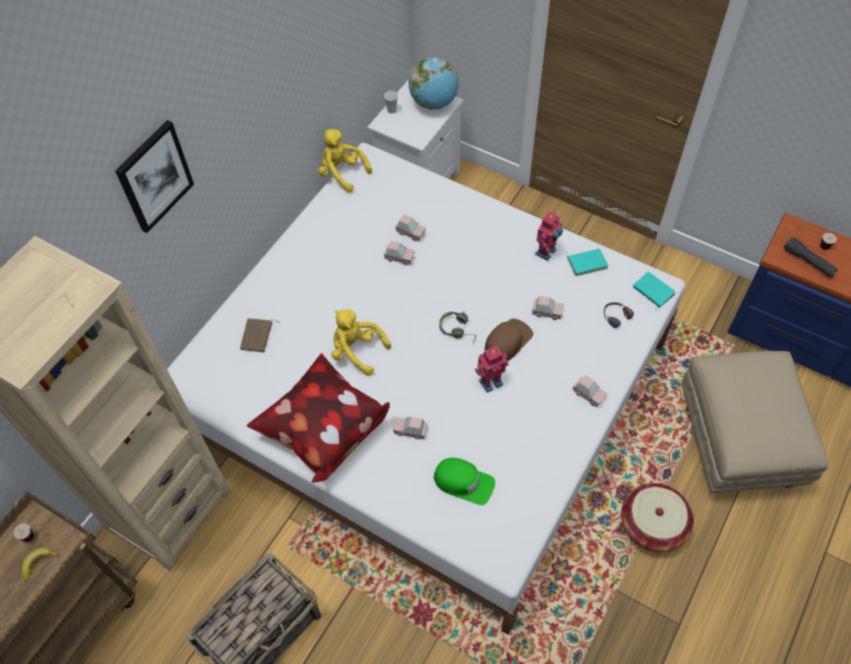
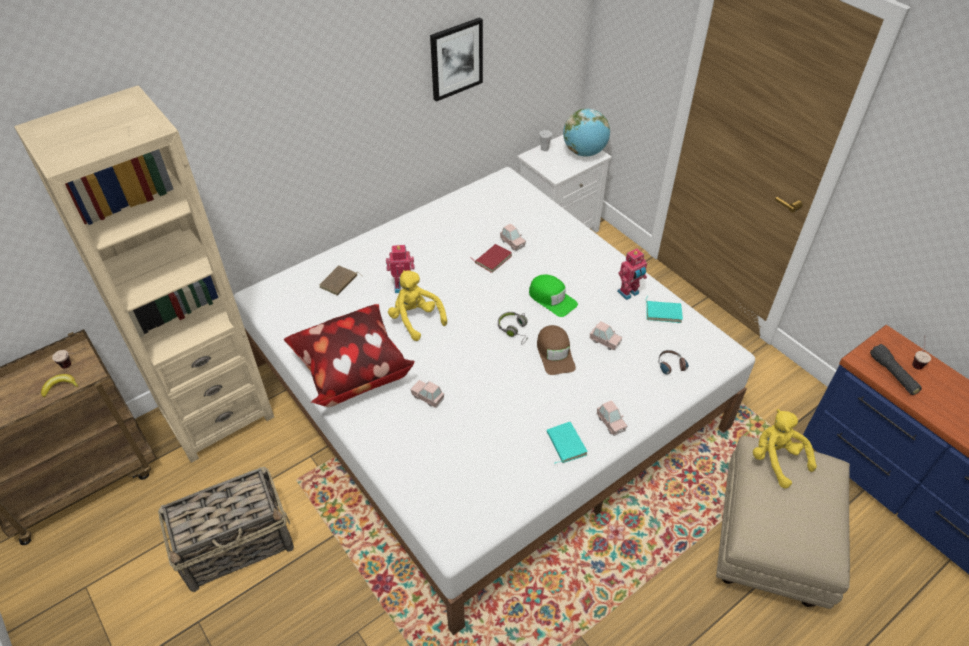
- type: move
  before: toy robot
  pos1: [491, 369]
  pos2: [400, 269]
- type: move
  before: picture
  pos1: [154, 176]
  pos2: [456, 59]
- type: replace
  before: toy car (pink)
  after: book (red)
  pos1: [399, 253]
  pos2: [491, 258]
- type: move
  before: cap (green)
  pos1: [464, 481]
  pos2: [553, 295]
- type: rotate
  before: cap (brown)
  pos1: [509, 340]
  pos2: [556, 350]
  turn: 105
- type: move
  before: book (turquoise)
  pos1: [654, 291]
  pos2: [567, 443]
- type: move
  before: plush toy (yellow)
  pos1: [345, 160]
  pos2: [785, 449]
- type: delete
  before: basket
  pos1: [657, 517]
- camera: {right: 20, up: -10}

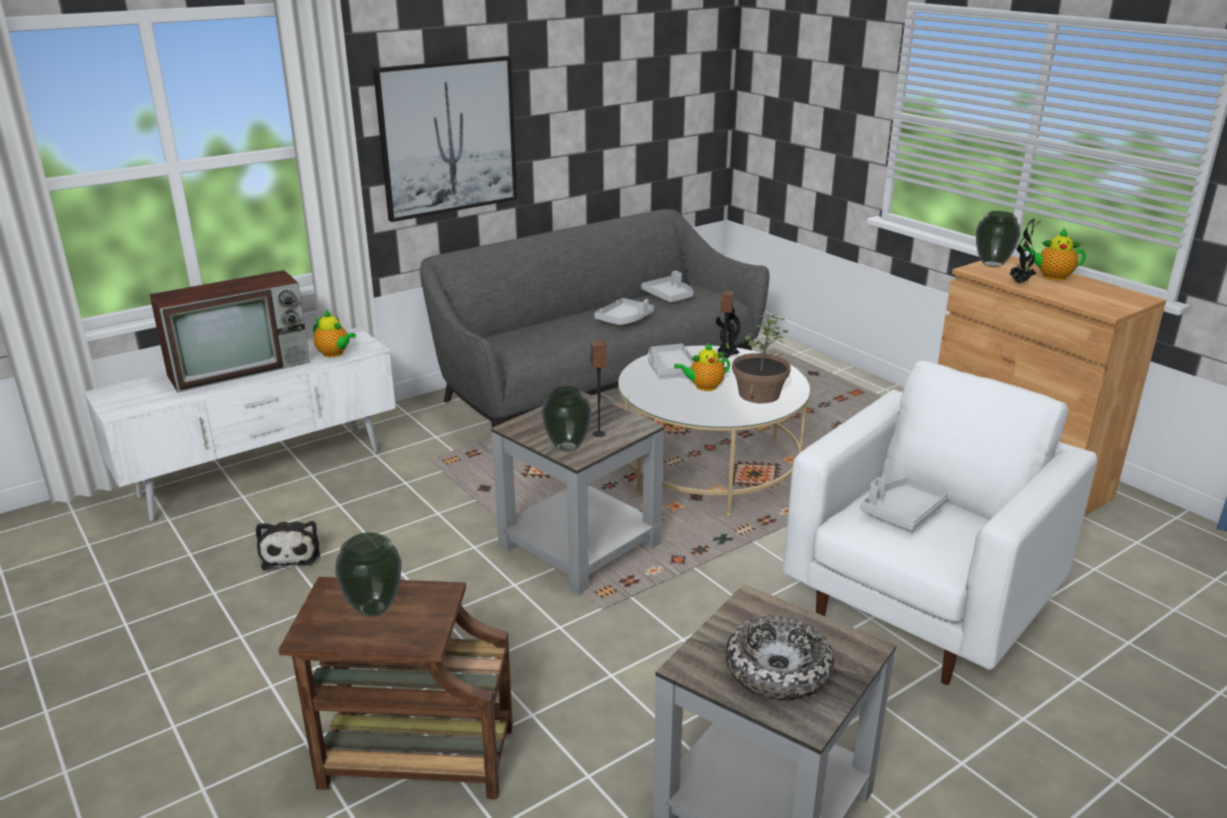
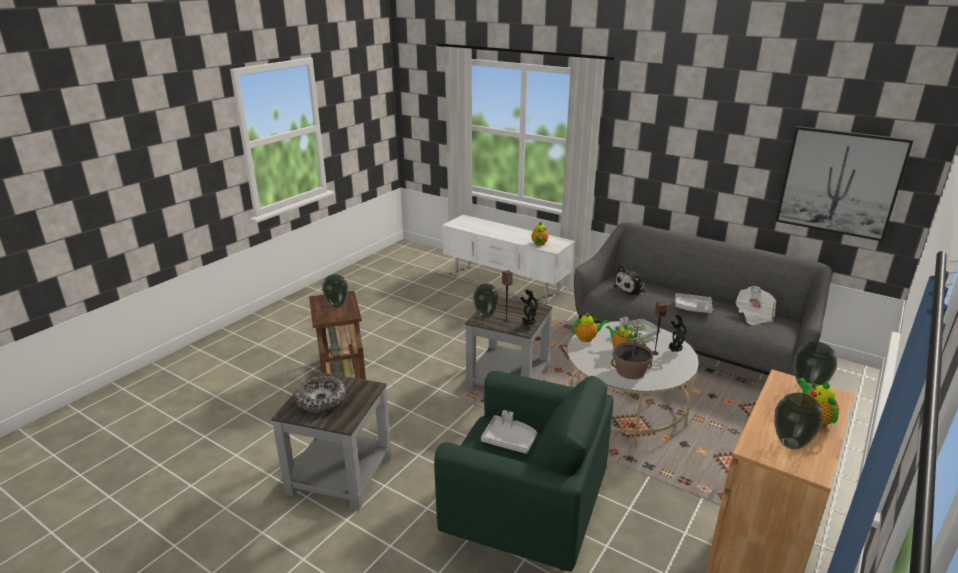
- type: recolor
  before: armchair (white)
  after: armchair (green)
  pos1: [939, 523]
  pos2: [524, 471]
- type: move
  before: potted plant
  pos1: [1025, 251]
  pos2: [529, 308]
- type: insert
  after: teapot
  pos2: [590, 327]
- type: move
  before: plush toy
  pos1: [288, 545]
  pos2: [629, 280]
- type: replace
  before: tray (grey)
  after: newspaper
  pos1: [667, 286]
  pos2: [755, 305]
- type: insert
  after: vase
  pos2: [798, 421]
- type: move
  before: picture
  pos1: [445, 139]
  pos2: [844, 184]
- type: delete
  before: television
  pos1: [229, 331]
- camera: {right: 70, up: 0}

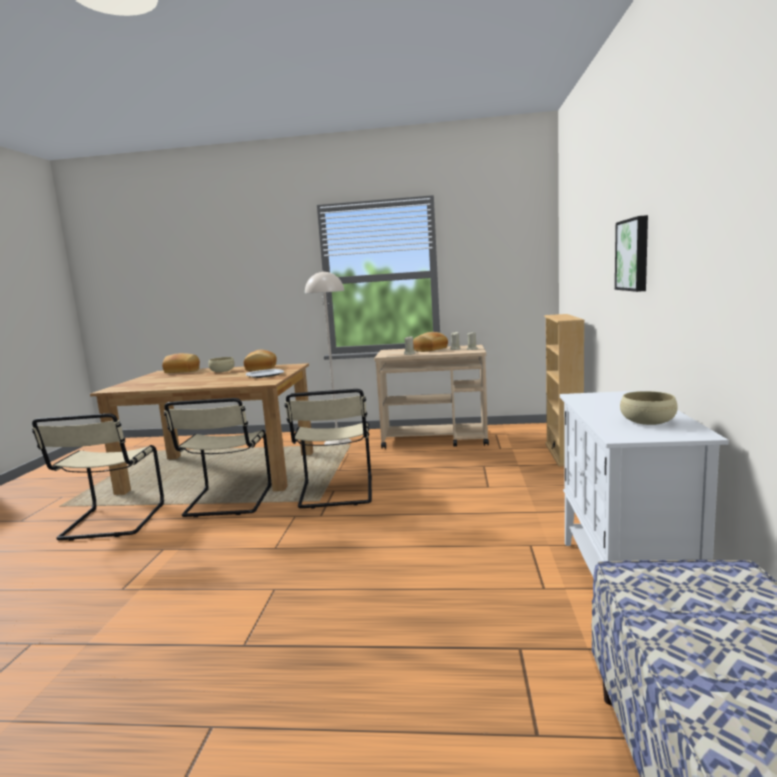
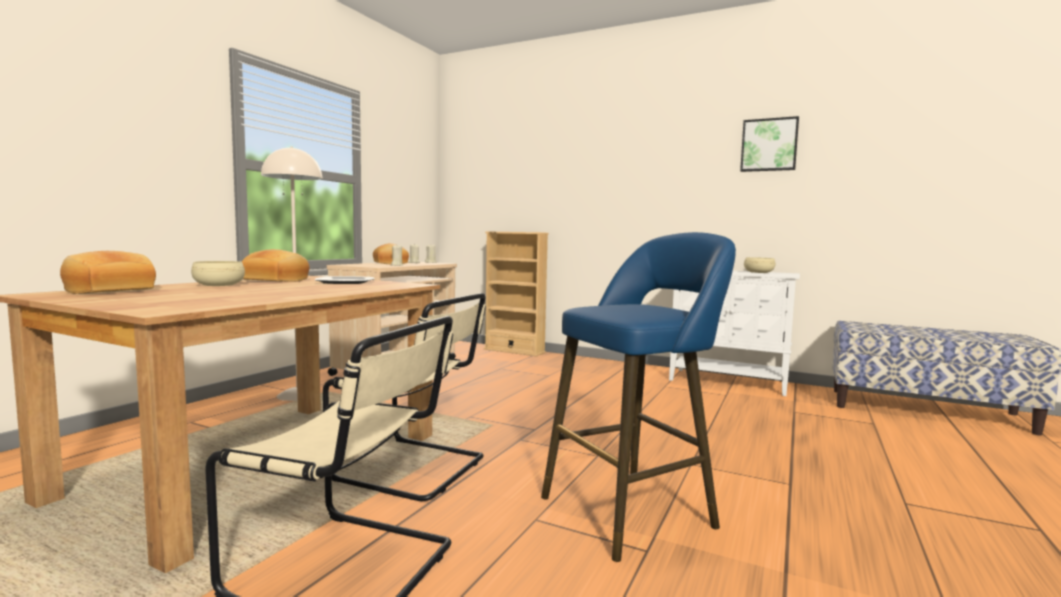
- type: insert
  after: stool (blue)
  pos2: [638, 397]
- type: move
  before: picture
  pos1: [631, 253]
  pos2: [769, 144]
- type: delete
  before: chair (beige)
  pos1: [328, 449]
- camera: {right: -70, up: -5}

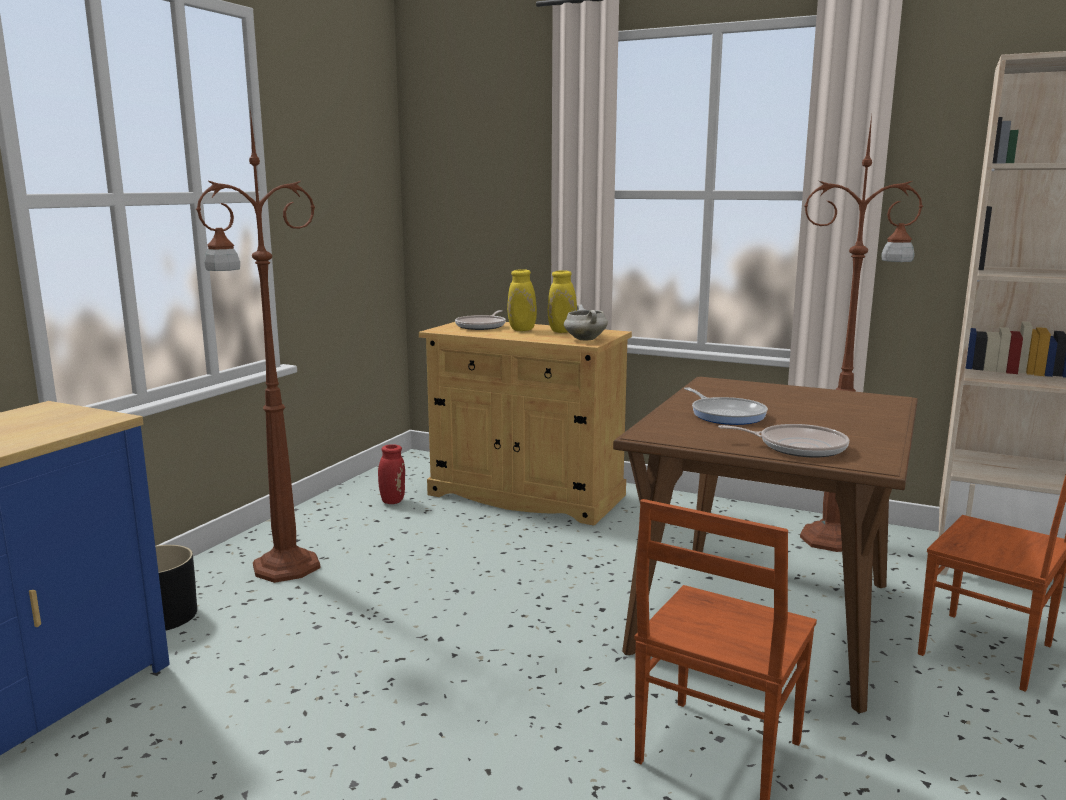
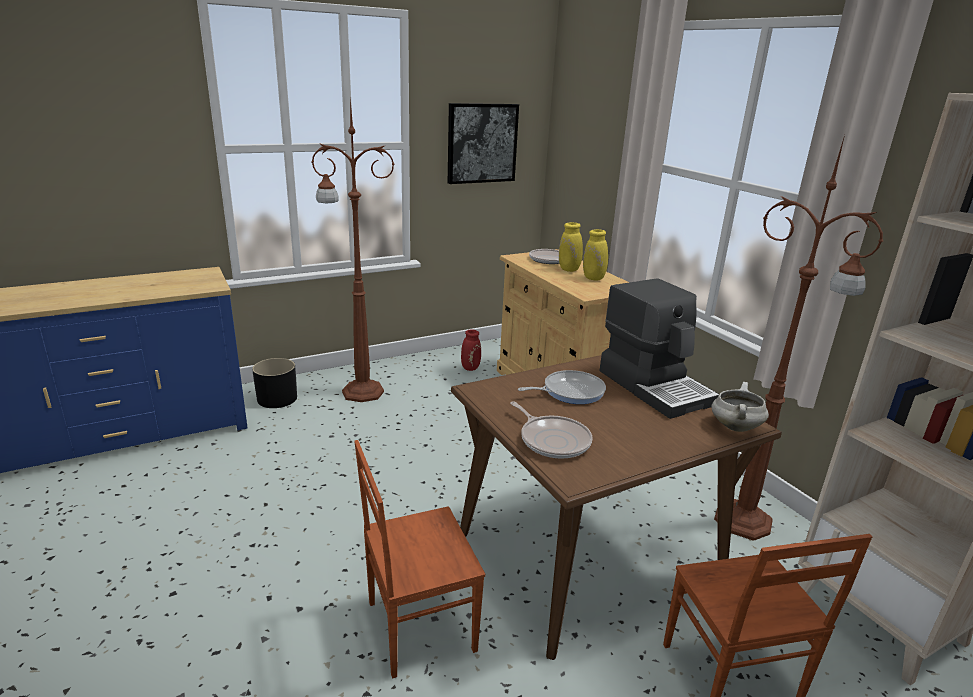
- type: insert
  after: picture
  pos2: [483, 143]
- type: rotate
  before: frying pan
  pos1: [726, 406]
  pos2: [562, 387]
  turn: -120
- type: insert
  after: coffee machine
  pos2: [659, 348]
- type: move
  before: cooking pot (white)
  pos1: [586, 323]
  pos2: [740, 407]
- camera: {right: 35, up: 10}

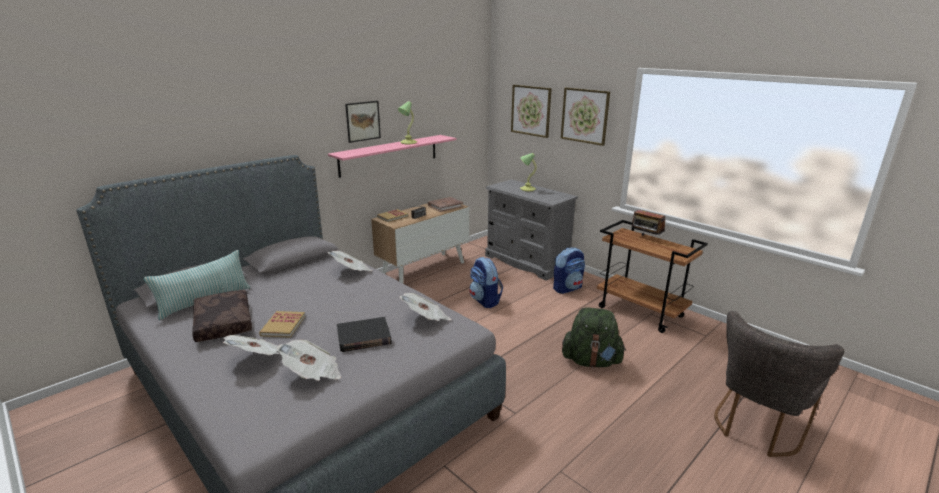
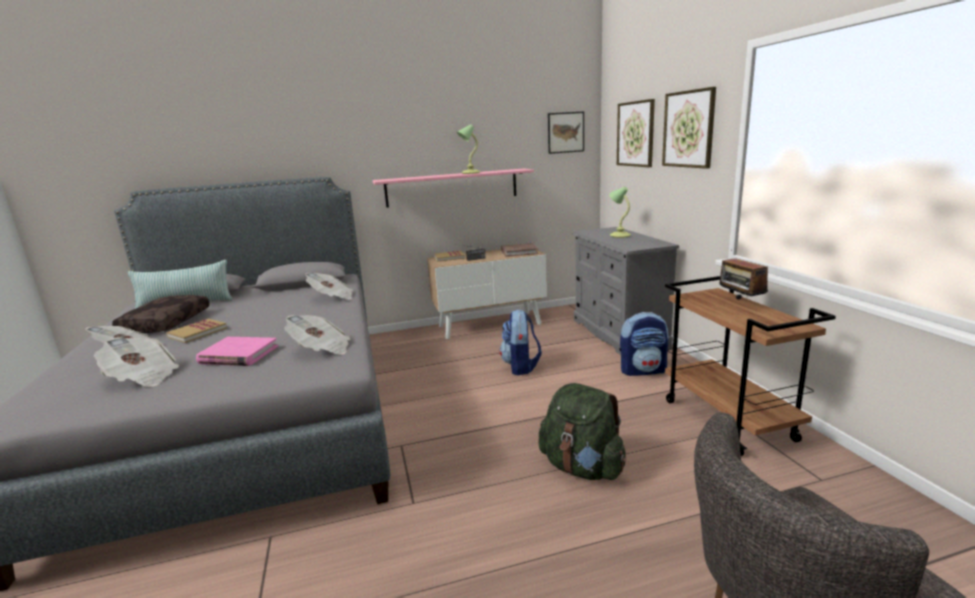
- type: recolor
  before: book (black)
  after: book (pink)
  pos1: [364, 334]
  pos2: [237, 351]
- type: move
  before: picture
  pos1: [363, 122]
  pos2: [566, 133]
- camera: {right: 30, up: -5}

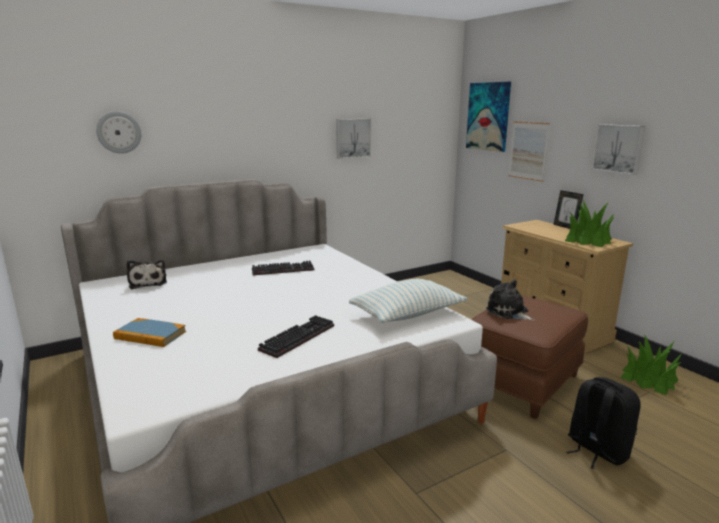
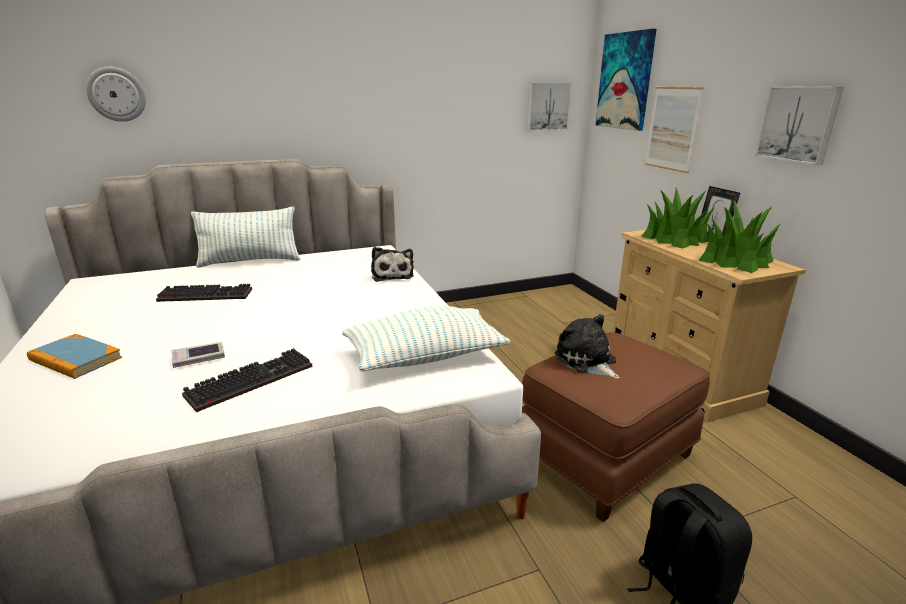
- type: move
  before: keyboard
  pos1: [283, 268]
  pos2: [204, 293]
- type: insert
  after: book
  pos2: [198, 355]
- type: insert
  after: pillow
  pos2: [246, 237]
- type: move
  before: plush toy
  pos1: [147, 274]
  pos2: [392, 264]
- type: move
  before: picture
  pos1: [353, 139]
  pos2: [549, 107]
- type: move
  before: potted plant
  pos1: [651, 364]
  pos2: [677, 218]
- camera: {right: 10, up: 5}

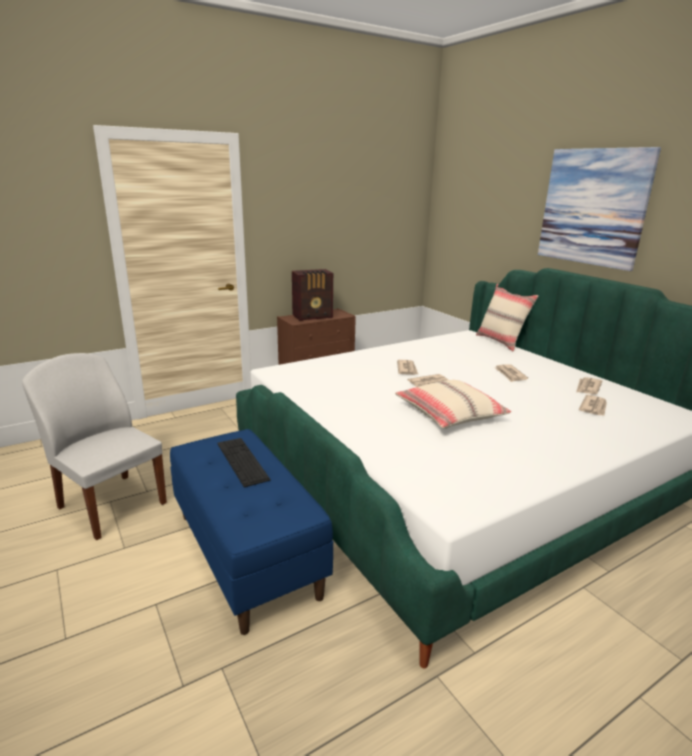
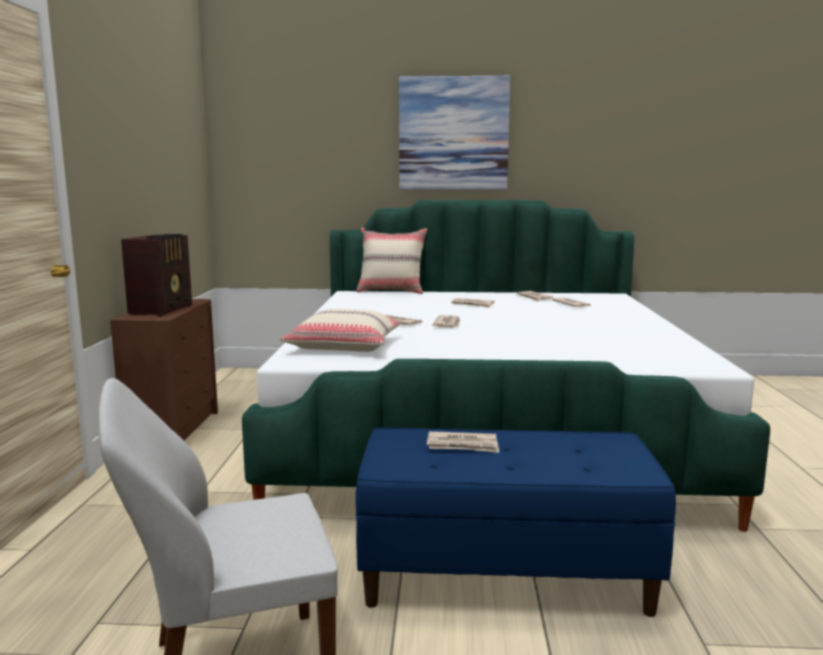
- type: move
  before: pillow (beige)
  pos1: [453, 404]
  pos2: [340, 330]
- type: replace
  before: keyboard
  after: newspaper
  pos1: [244, 462]
  pos2: [463, 442]
- camera: {right: -55, up: -10}

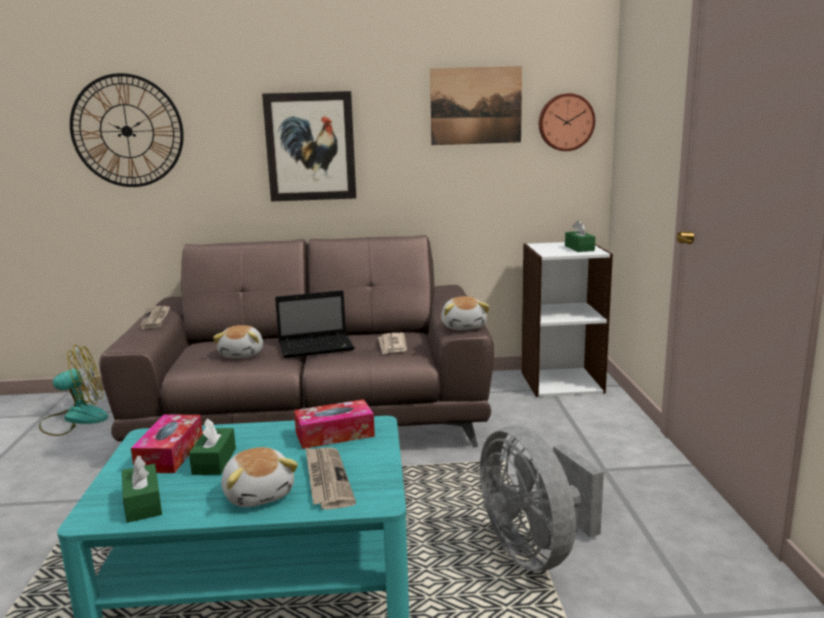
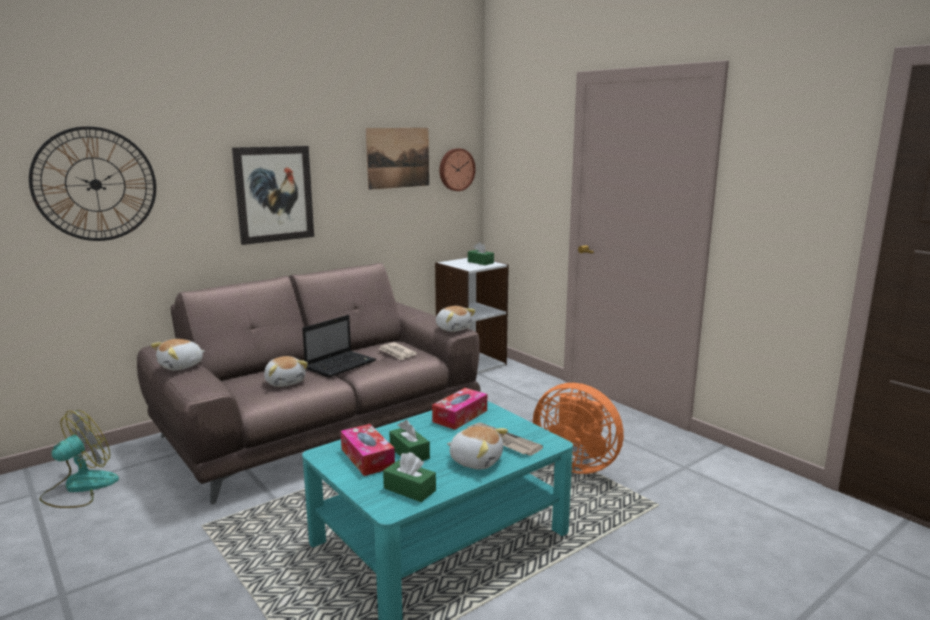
- type: replace
  before: newspaper
  after: plush toy
  pos1: [155, 317]
  pos2: [178, 354]
- type: recolor
  before: fan (grey)
  after: fan (orange)
  pos1: [542, 498]
  pos2: [578, 428]
- camera: {right: -35, up: 0}

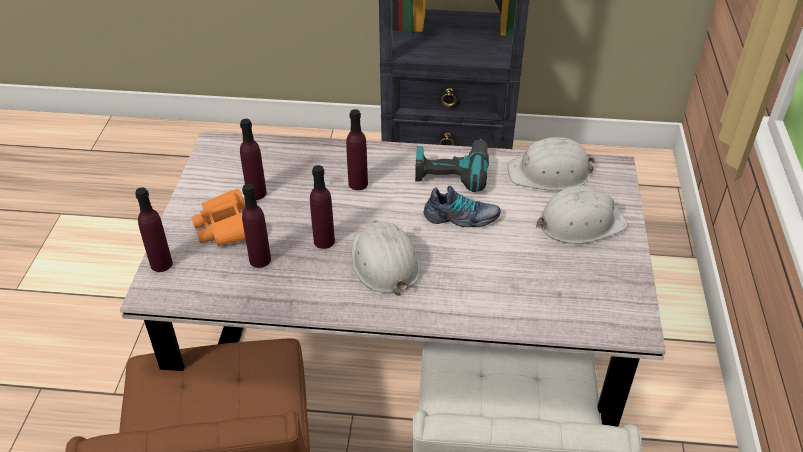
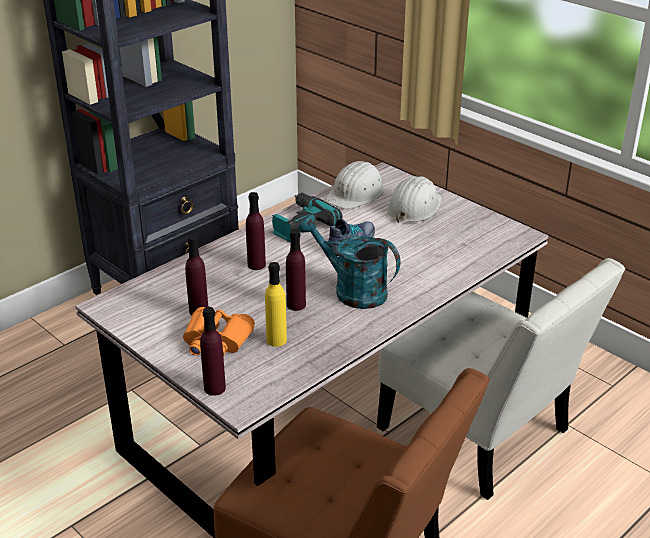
- type: recolor
  before: bottle (purple)
  after: bottle (yellow)
  pos1: [256, 225]
  pos2: [276, 304]
- type: replace
  before: hard hat (white)
  after: watering can (turquoise)
  pos1: [386, 258]
  pos2: [349, 261]
- camera: {right: -50, up: -10}

